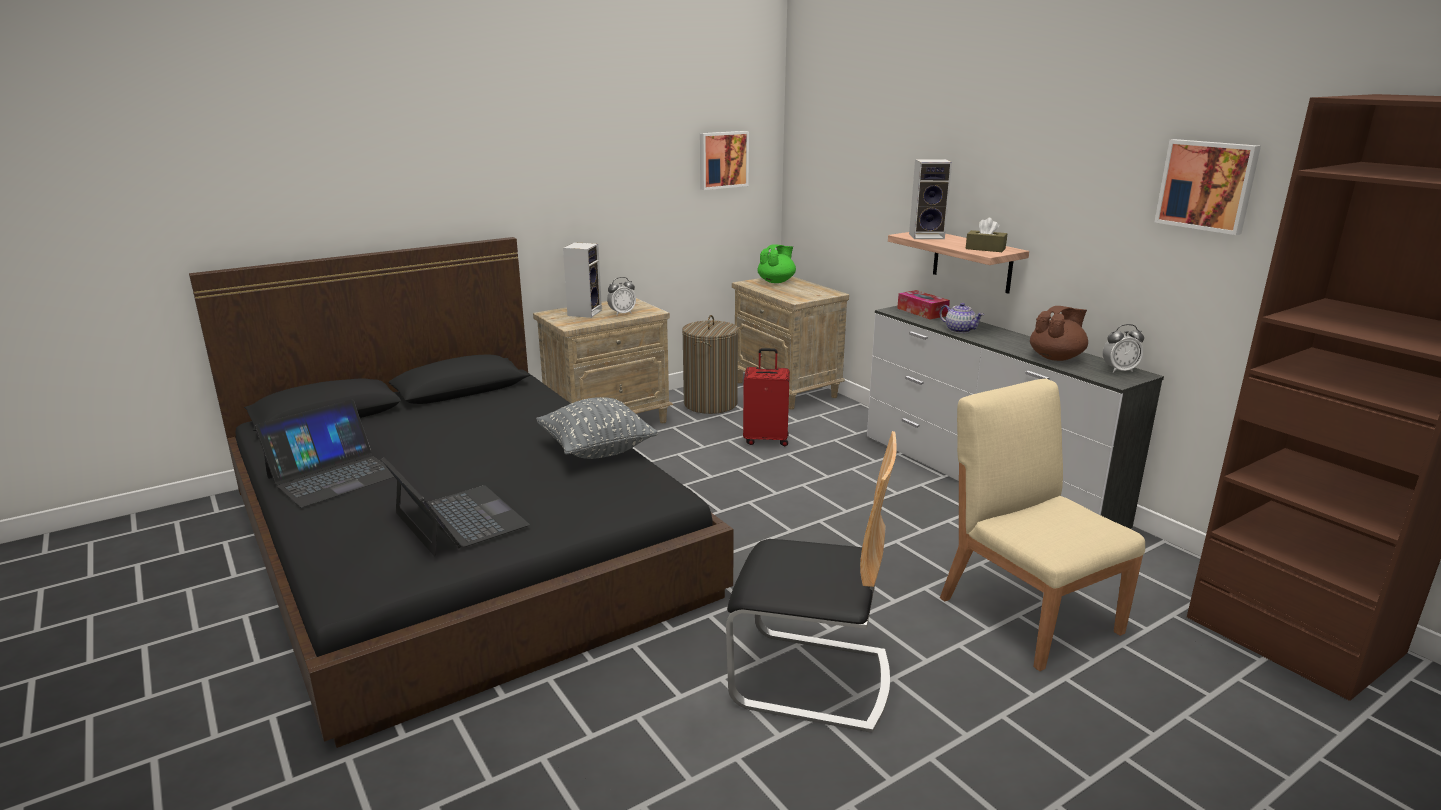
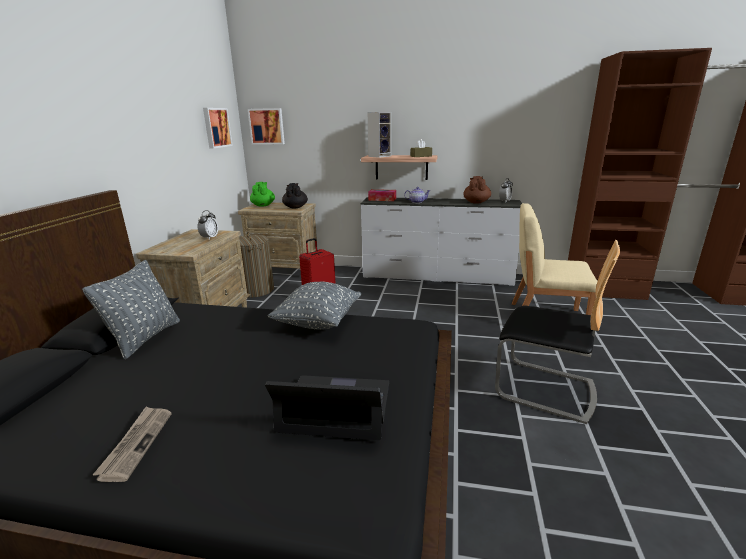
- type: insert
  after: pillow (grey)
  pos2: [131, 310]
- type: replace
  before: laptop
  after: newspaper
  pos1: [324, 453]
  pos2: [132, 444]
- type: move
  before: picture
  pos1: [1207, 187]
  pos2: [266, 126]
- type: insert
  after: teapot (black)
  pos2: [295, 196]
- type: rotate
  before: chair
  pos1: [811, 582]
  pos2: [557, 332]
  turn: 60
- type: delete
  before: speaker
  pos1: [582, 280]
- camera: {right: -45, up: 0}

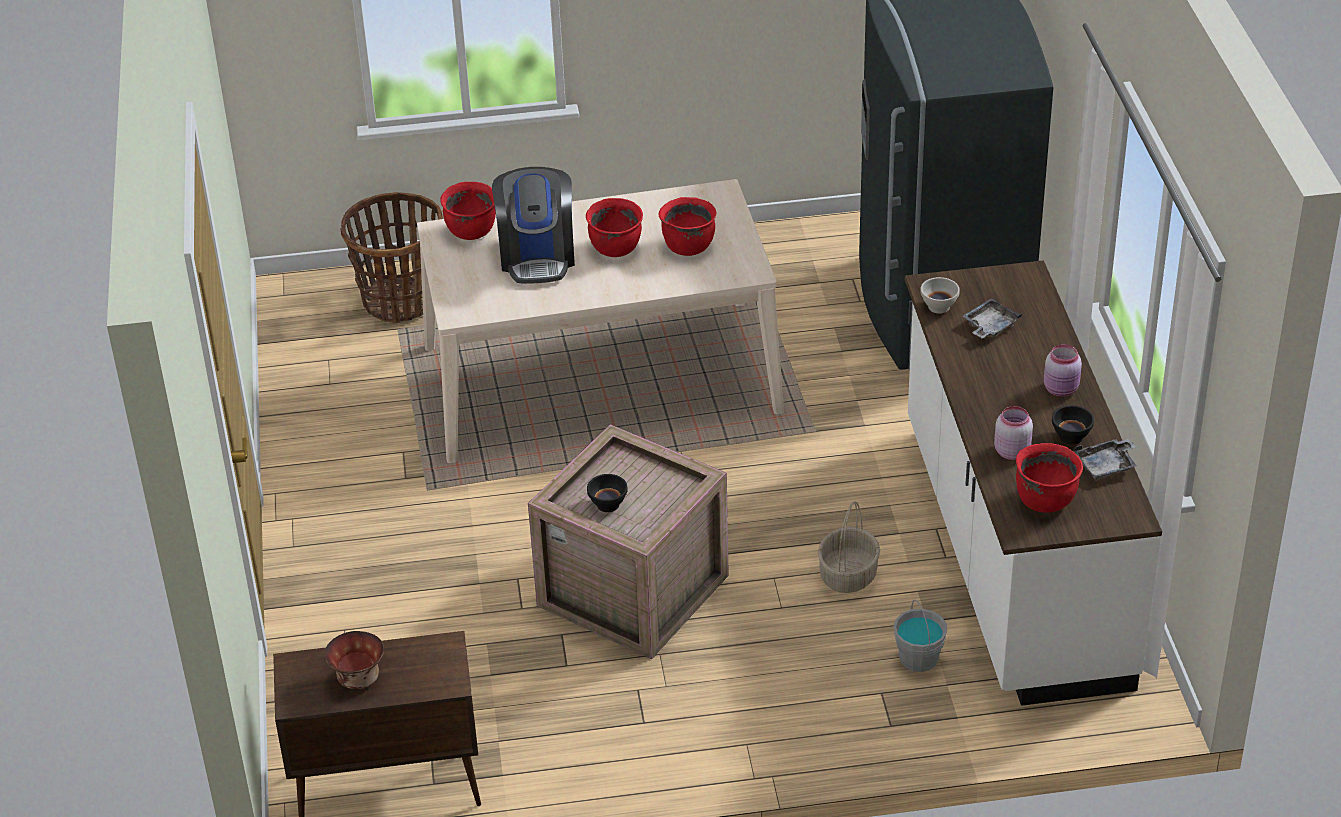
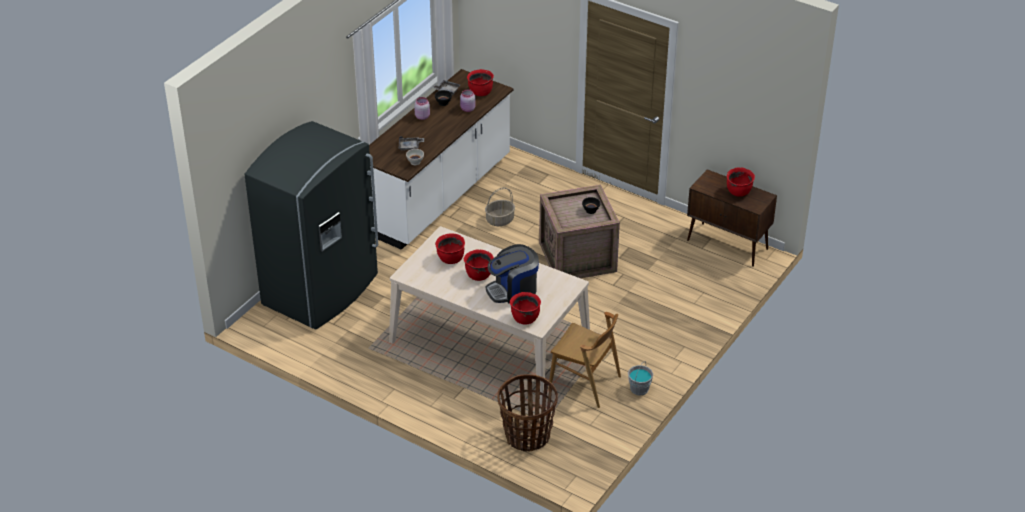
- type: rotate
  before: coffee machine
  pos1: [533, 225]
  pos2: [512, 274]
  turn: -150
- type: insert
  after: chair (brown)
  pos2: [584, 360]
- type: move
  before: bucket (grey)
  pos1: [920, 636]
  pos2: [640, 378]
- type: replace
  before: bowl
  after: cooking pot (red)
  pos1: [354, 660]
  pos2: [741, 182]
- camera: {right: -140, up: 0}

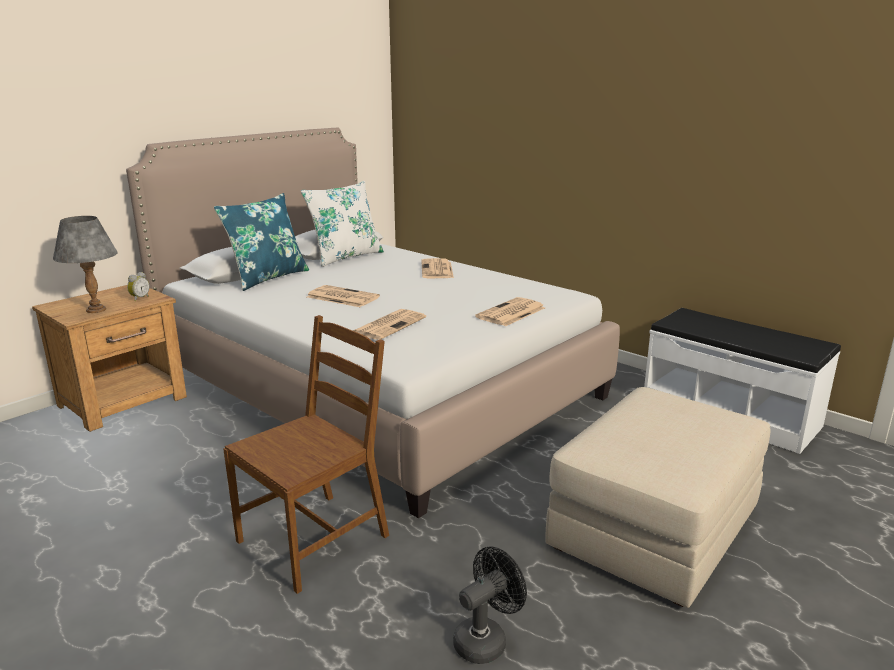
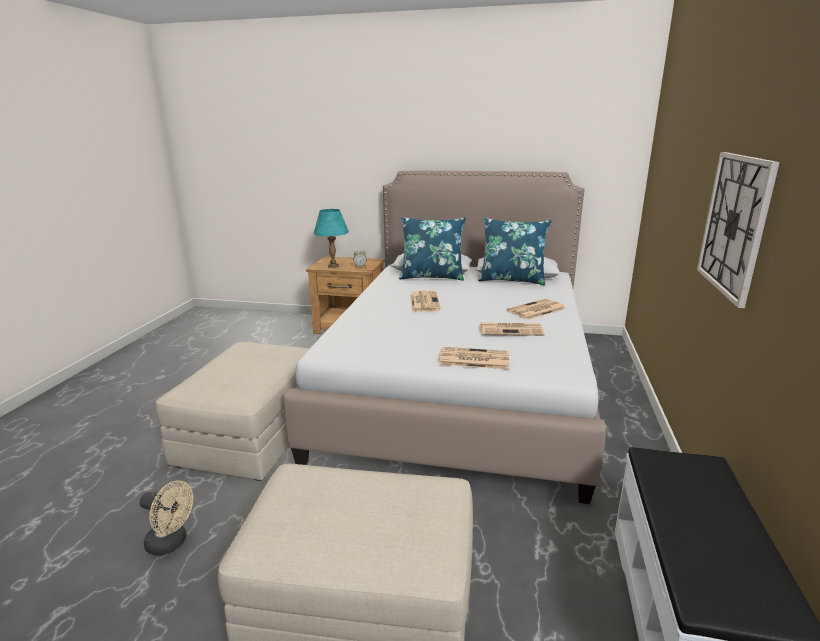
- type: recolor
  before: fan (black)
  after: fan (beige)
  pos1: [490, 605]
  pos2: [166, 518]
- type: replace
  before: chair (brown)
  after: ottoman (beige)
  pos1: [306, 454]
  pos2: [232, 411]
- type: recolor
  before: table lamp (grey)
  after: table lamp (turquoise)
  pos1: [85, 264]
  pos2: [331, 238]
- type: recolor
  before: pillow (white)
  after: pillow (blue)
  pos1: [342, 224]
  pos2: [514, 251]
- type: move
  before: newspaper
  pos1: [389, 324]
  pos2: [512, 329]
- type: insert
  after: wall clock
  pos2: [738, 230]
- camera: {right: 60, up: 0}

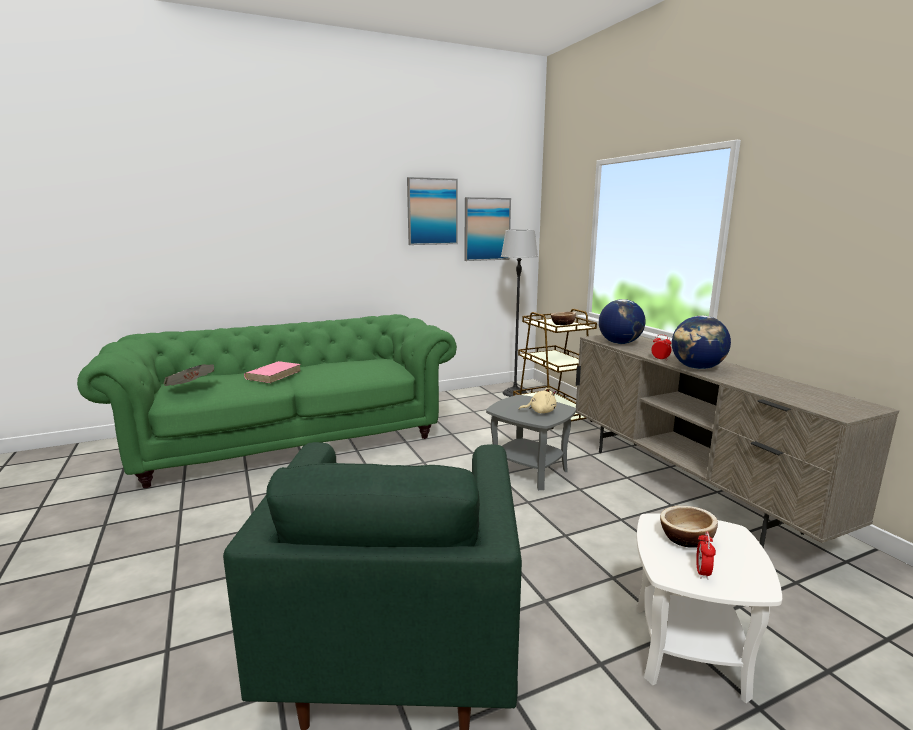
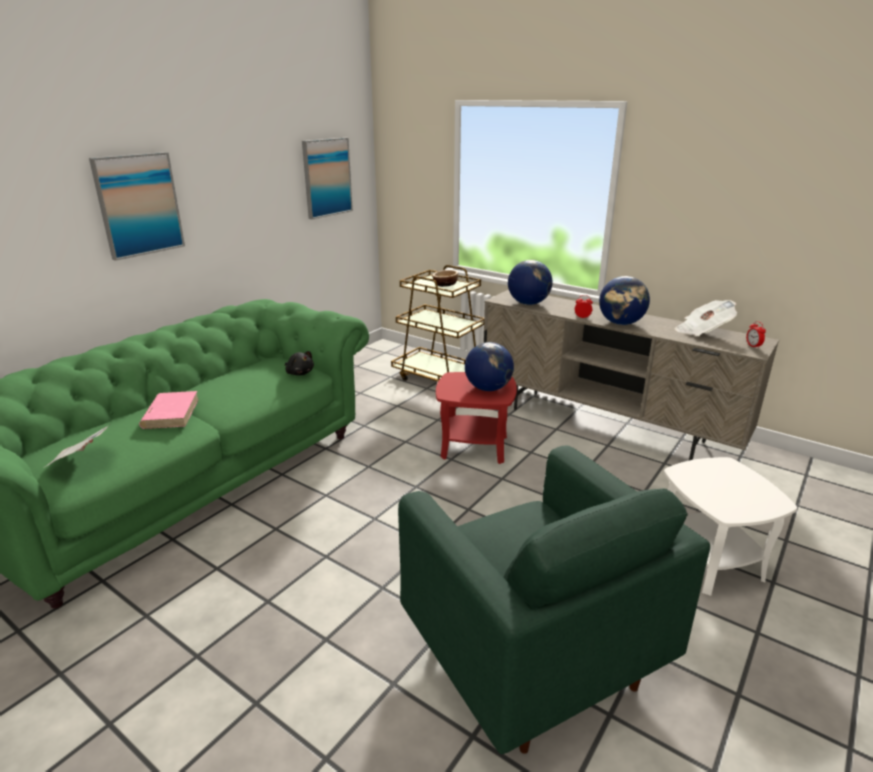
- type: move
  before: picture
  pos1: [432, 211]
  pos2: [137, 206]
- type: insert
  after: plush toy (black)
  pos2: [299, 363]
- type: recolor
  before: side table (grey)
  after: side table (red)
  pos1: [531, 442]
  pos2: [476, 418]
- type: replace
  before: plush toy (beige)
  after: globe
  pos1: [538, 400]
  pos2: [489, 366]
- type: insert
  after: newspaper
  pos2: [706, 318]
- type: move
  before: alarm clock
  pos1: [706, 556]
  pos2: [756, 334]
- type: delete
  before: floor lamp
  pos1: [519, 313]
- type: delete
  before: bowl
  pos1: [689, 527]
- camera: {right: -30, up: 10}

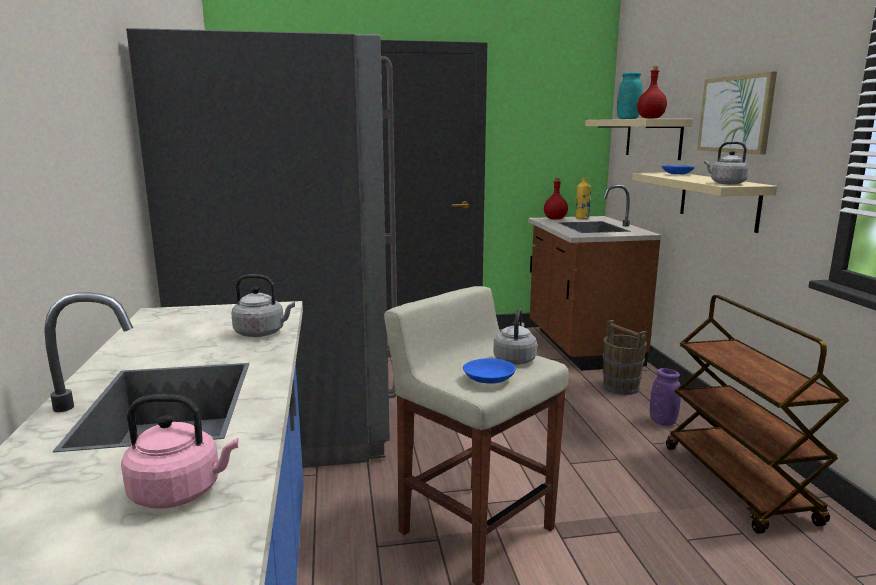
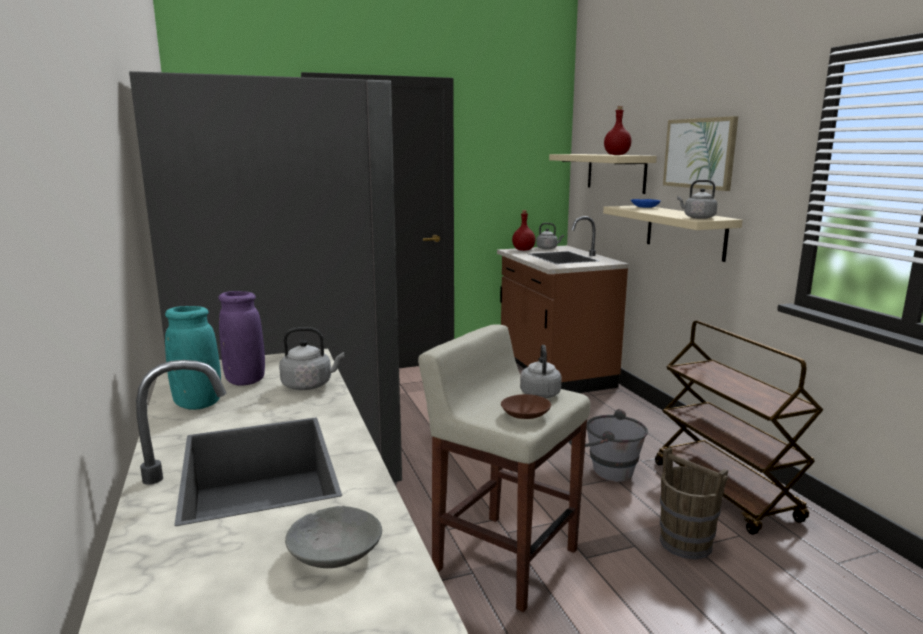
- type: move
  before: vase (turquoise)
  pos1: [629, 95]
  pos2: [193, 358]
- type: move
  before: vase (purple)
  pos1: [665, 397]
  pos2: [241, 338]
- type: replace
  before: kettle (pink)
  after: bowl (grey)
  pos1: [179, 451]
  pos2: [333, 537]
- type: recolor
  before: bowl (blue)
  after: bowl (brown)
  pos1: [489, 371]
  pos2: [526, 406]
- type: replace
  before: bottle (yellow)
  after: kettle (grey)
  pos1: [583, 198]
  pos2: [550, 236]
- type: insert
  after: bucket (grey)
  pos2: [608, 445]
- type: move
  before: bucket (brown)
  pos1: [625, 357]
  pos2: [694, 503]
- camera: {right: -10, up: 0}

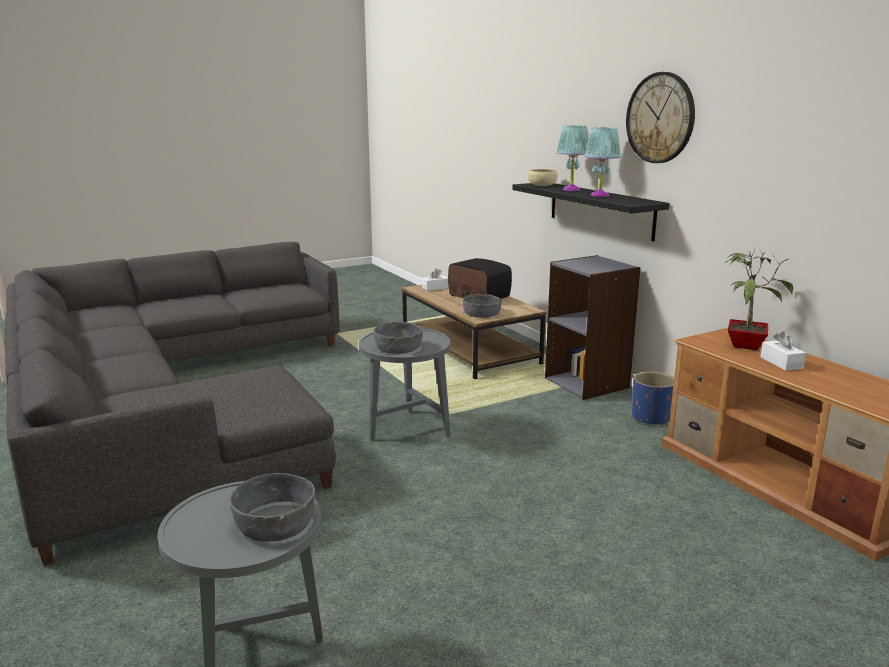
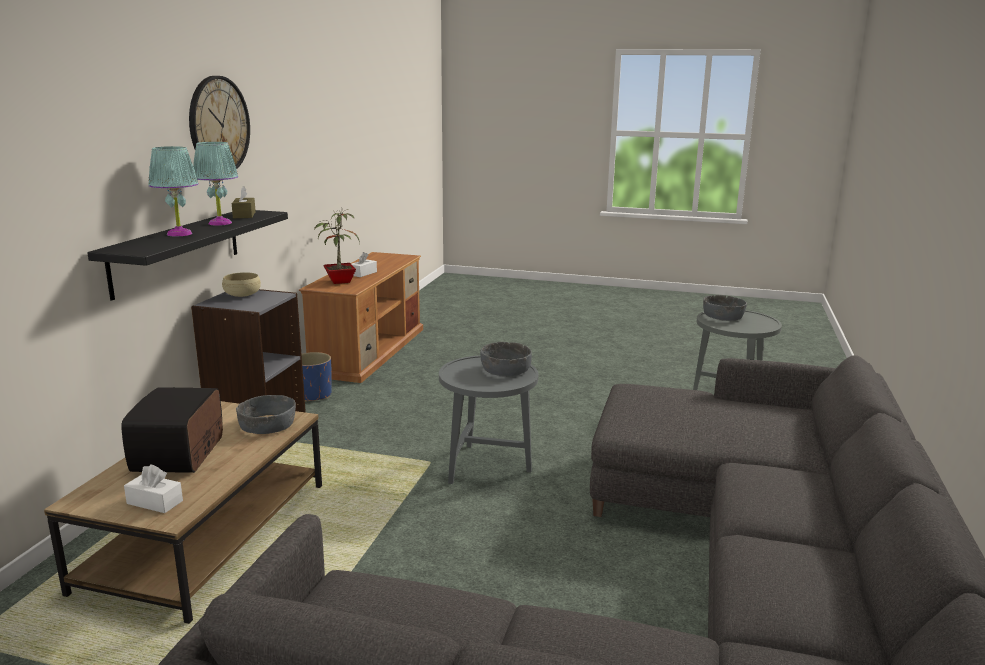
- type: move
  before: bowl (beige)
  pos1: [543, 177]
  pos2: [241, 284]
- type: insert
  after: tissue box (brown)
  pos2: [244, 202]
- camera: {right: -135, up: 0}

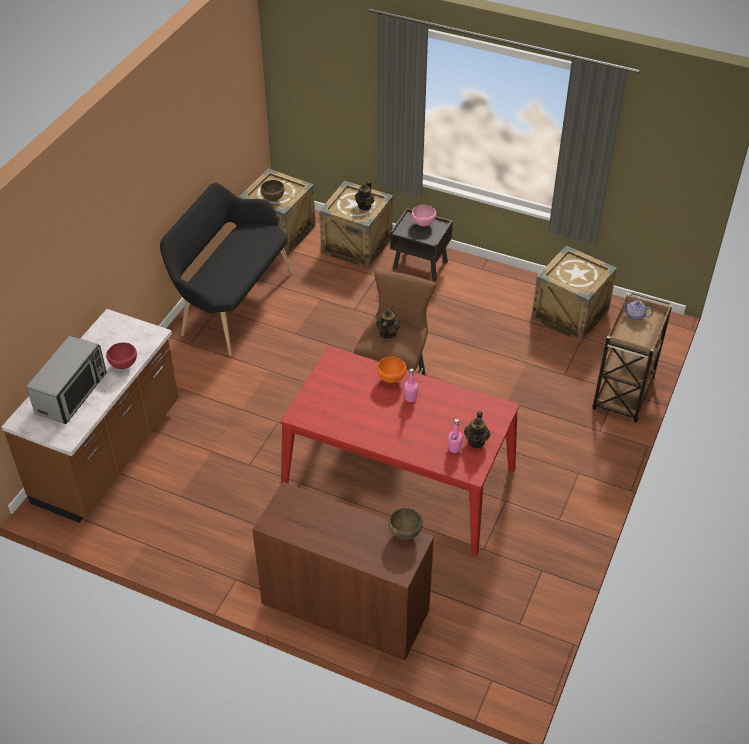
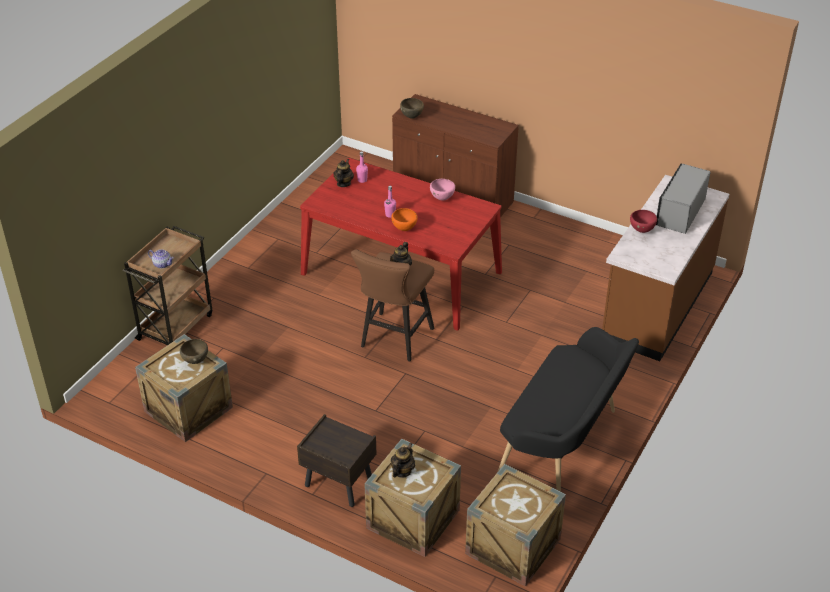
- type: move
  before: bowl (brown)
  pos1: [273, 190]
  pos2: [194, 351]
- type: move
  before: bowl (pink)
  pos1: [424, 215]
  pos2: [442, 190]
- camera: {right: -175, up: -5}

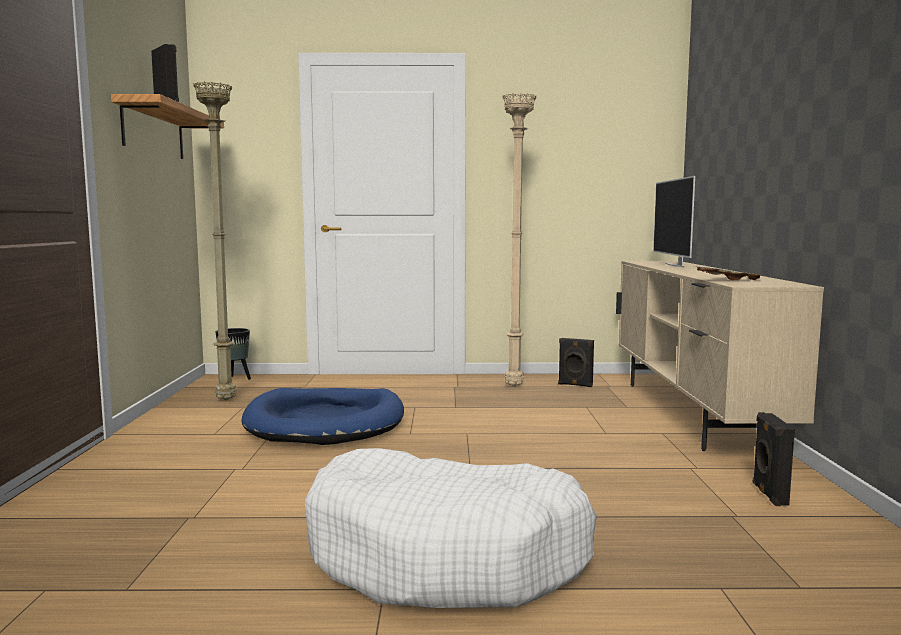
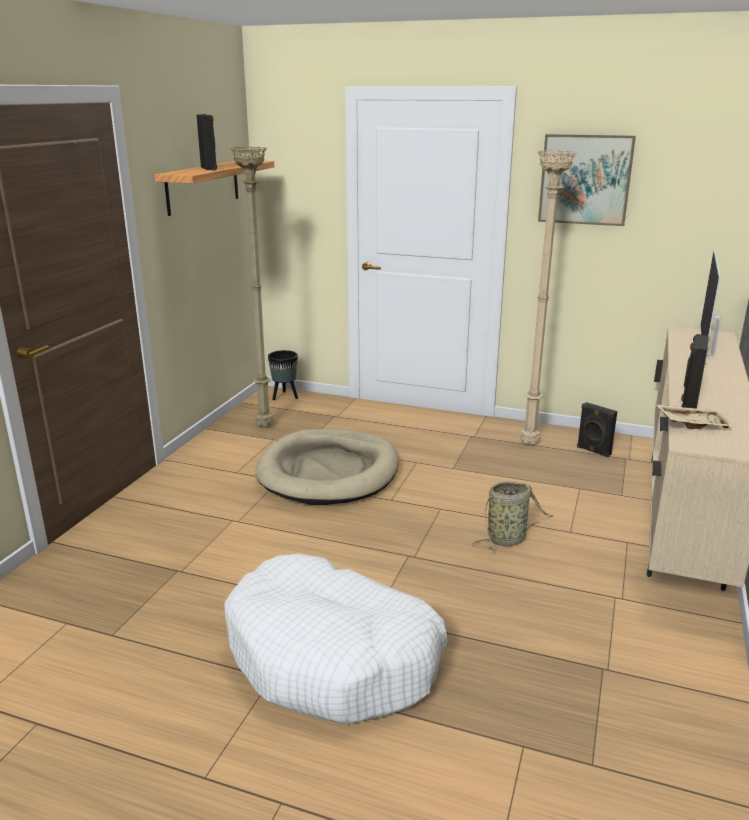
- type: recolor
  before: dog bed (blue)
  after: dog bed (beige)
  pos1: [322, 416]
  pos2: [327, 467]
- type: insert
  after: basket
  pos2: [512, 516]
- type: insert
  after: picture
  pos2: [587, 180]
- type: move
  before: speaker (black)
  pos1: [774, 459]
  pos2: [695, 371]
- camera: {right: 20, up: 15}

